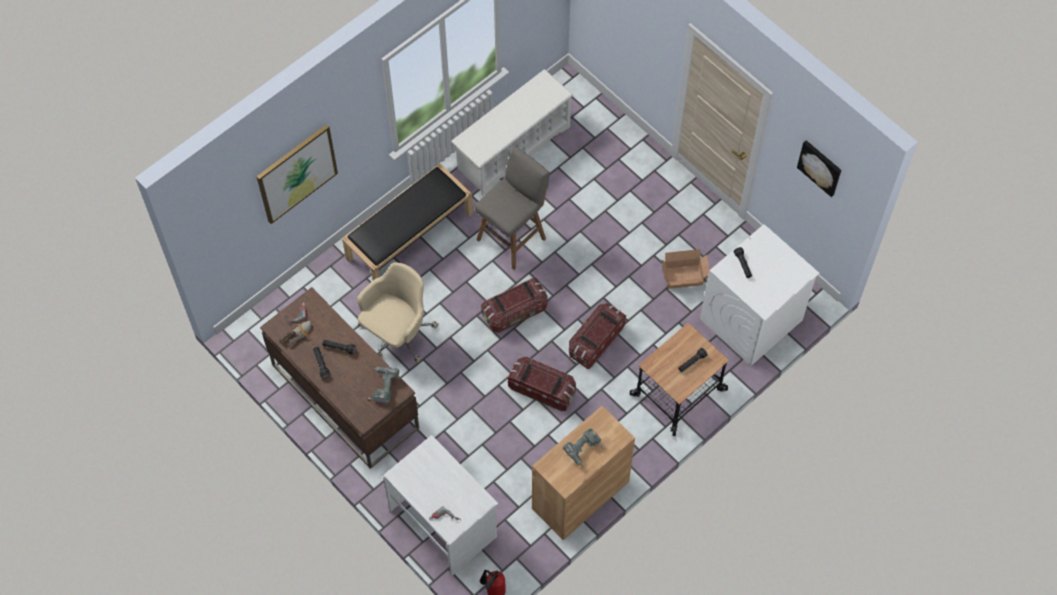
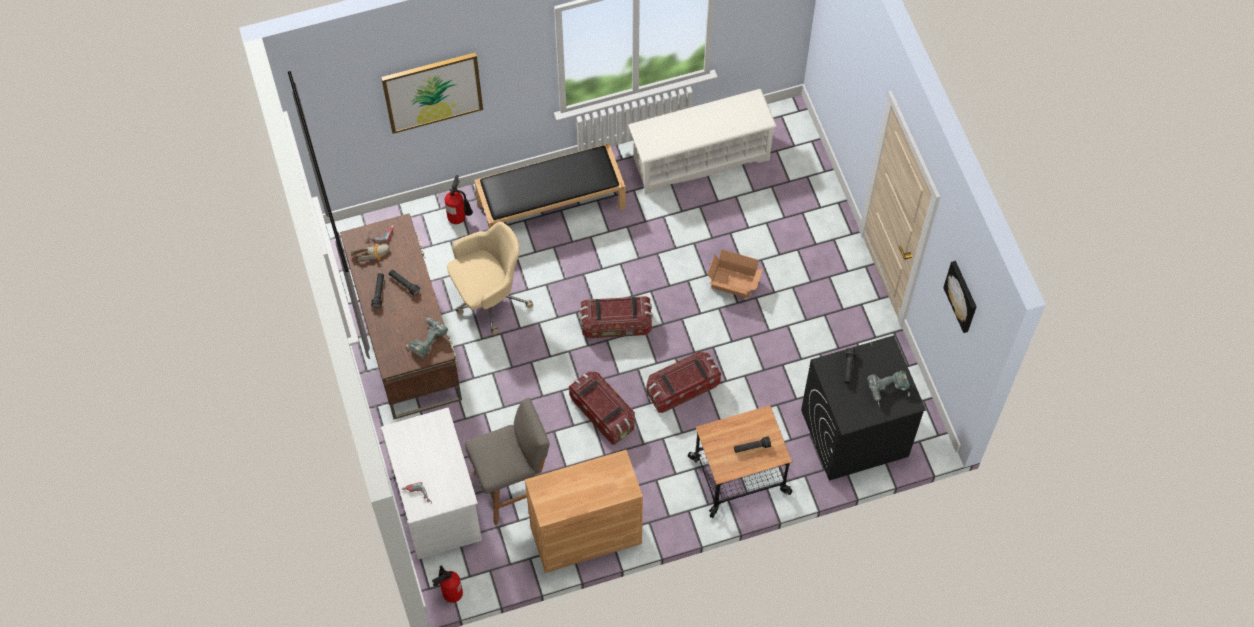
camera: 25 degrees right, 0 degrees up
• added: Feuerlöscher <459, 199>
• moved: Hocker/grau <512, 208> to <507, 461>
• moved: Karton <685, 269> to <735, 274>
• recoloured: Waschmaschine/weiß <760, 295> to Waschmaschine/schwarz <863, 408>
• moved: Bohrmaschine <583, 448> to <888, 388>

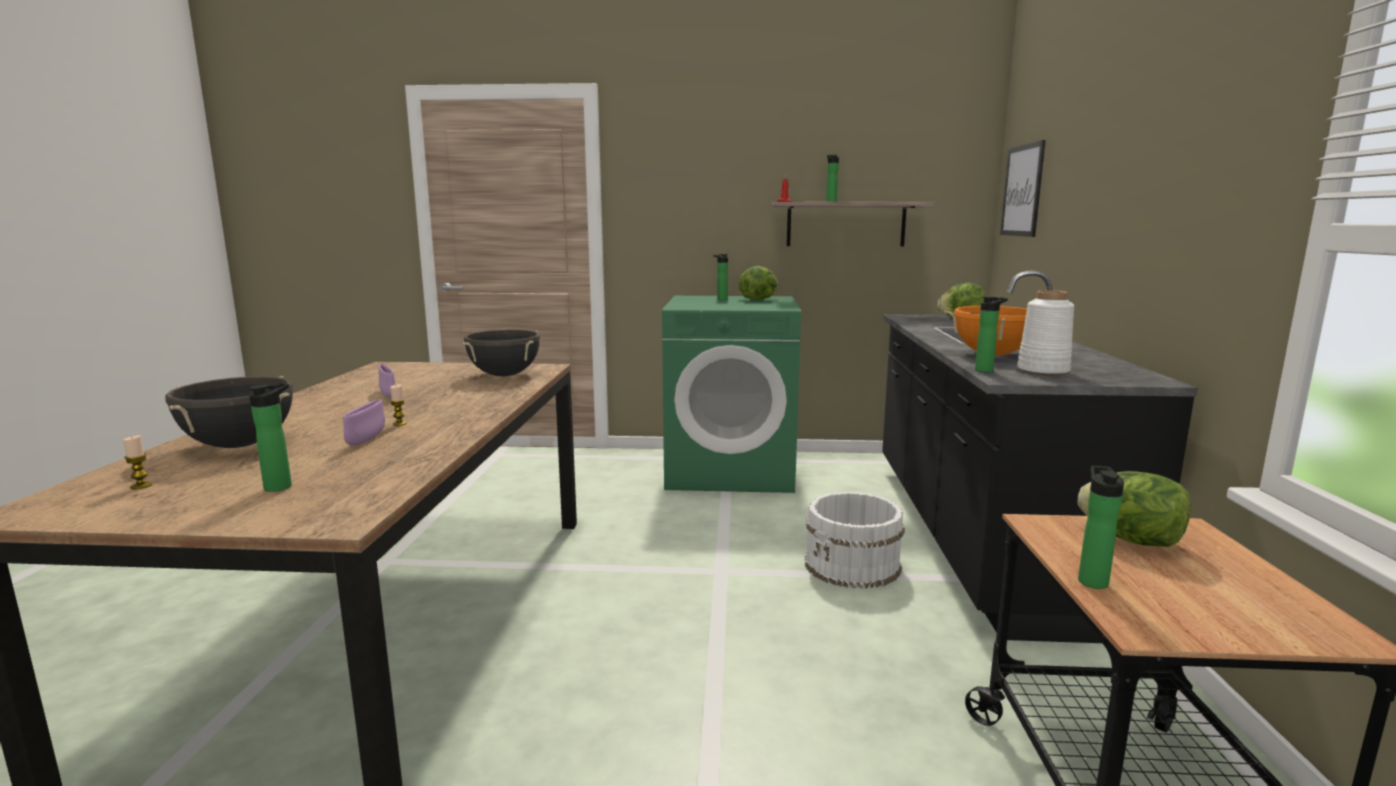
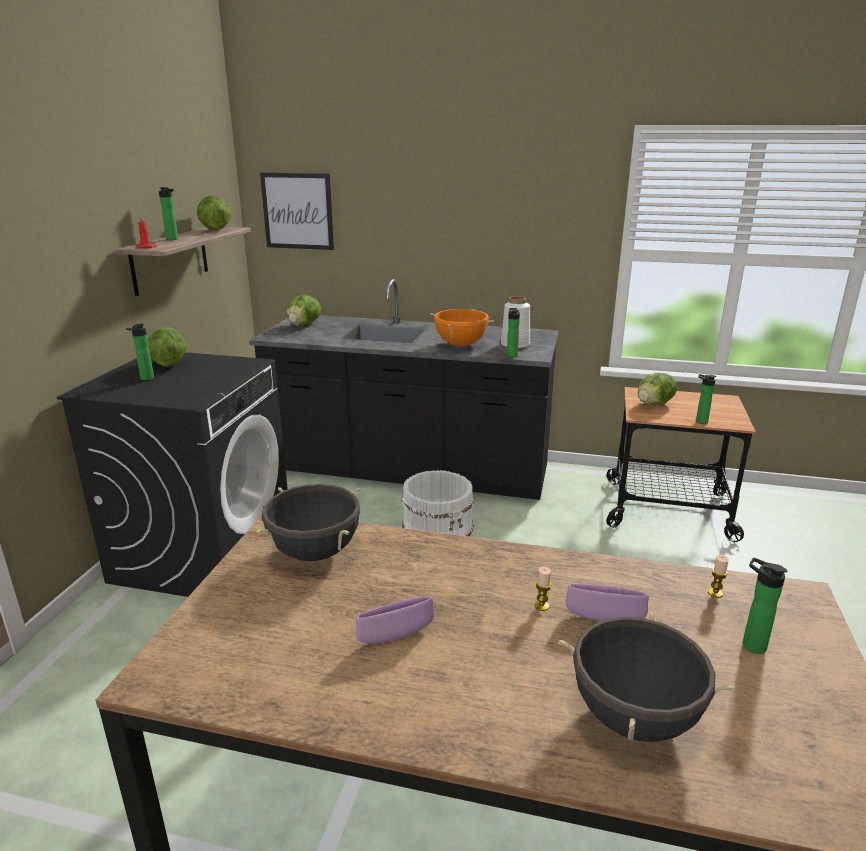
camera: 80 degrees left, 10 degrees up
• recoloured: Waschmaschine/grün <731, 394> to Waschmaschine/schwarz <172, 474>
• added: Salatkopf <214, 212>
• moved: Kerze <137, 462> to <718, 576>

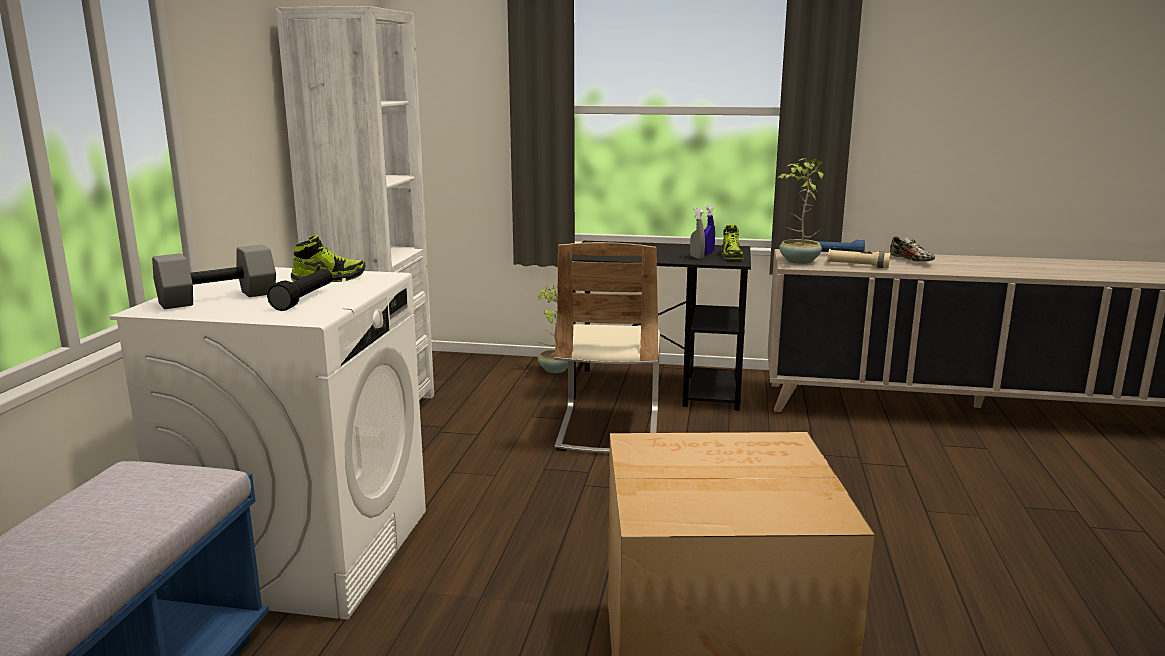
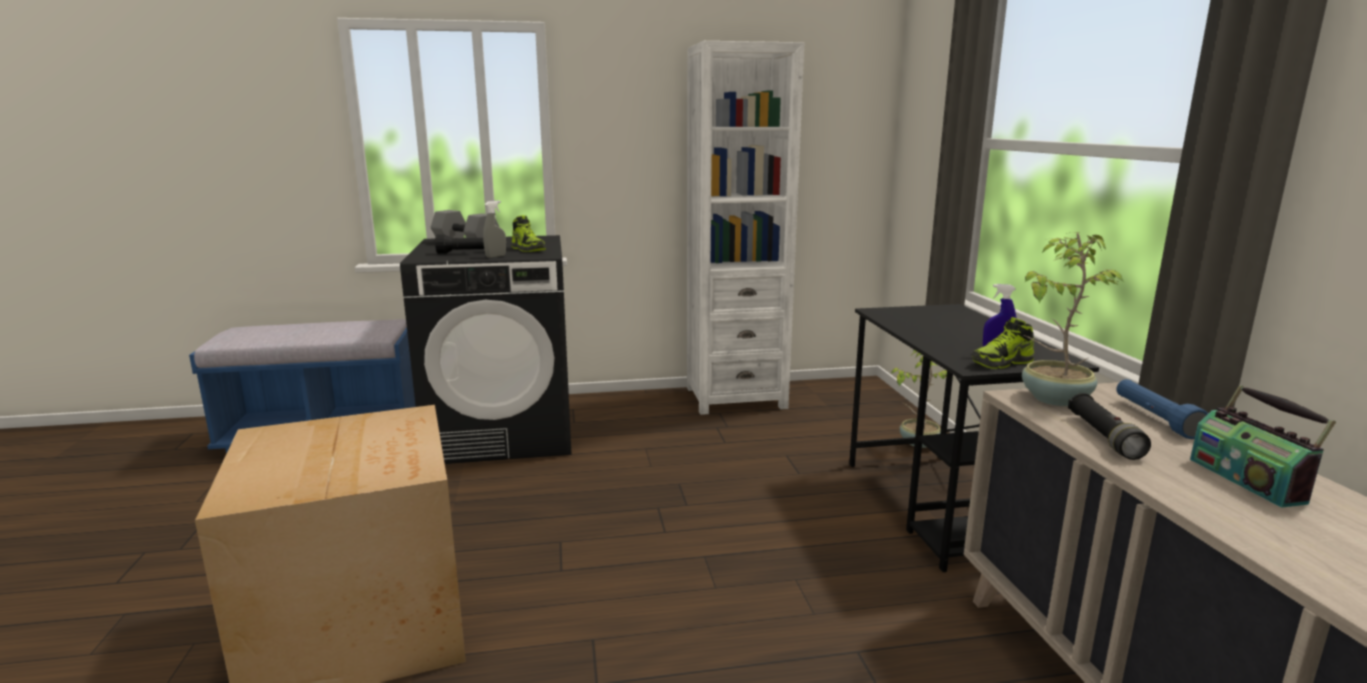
camera: 70 degrees right, 0 degrees up
• recoloured: Waschmaschine/weiß <267, 443> to Waschmaschine/schwarz <486, 349>
• moved: Sprühflasche/grau <697, 233> to <494, 229>
• recoloured: Taschenlampe/beige <859, 258> to Taschenlampe/schwarz <1109, 426>
• replaced: Schuh <912, 249> to Radio <1263, 446>
• removed: Stuhl/beige <607, 347>

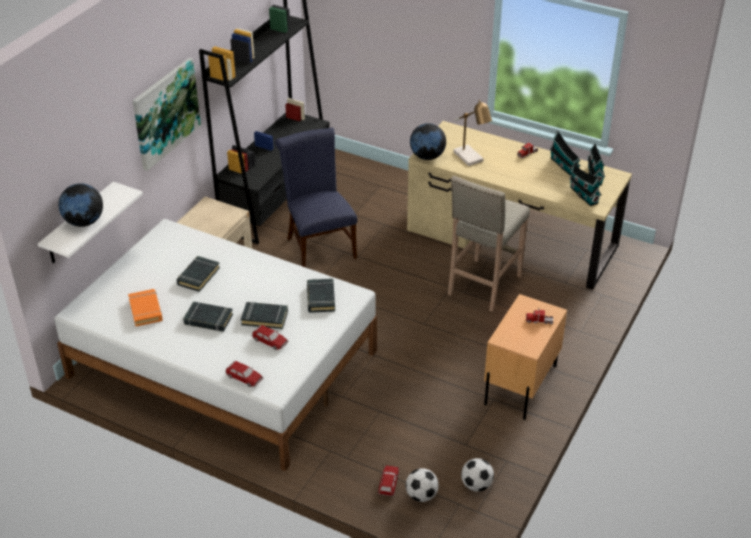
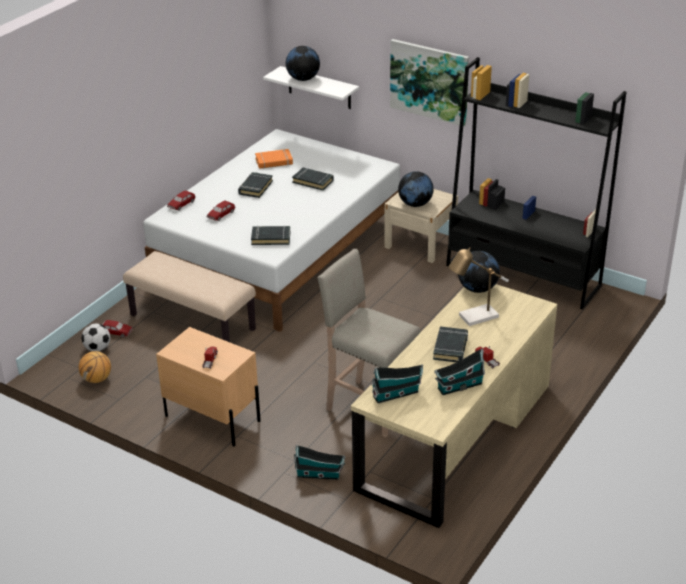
camera: 95 degrees right, 5 degrees down
• replaced: Fußball <477, 475> to Basketball <95, 367>
• added: Bank/beige <189, 296>
• moved: Spielzeughaus <596, 165> to <319, 462>
• added: Globus <416, 189>
• moved: Buch/schwarz <264, 315> to <450, 344>
• removed: Stuhl/blau <316, 197>

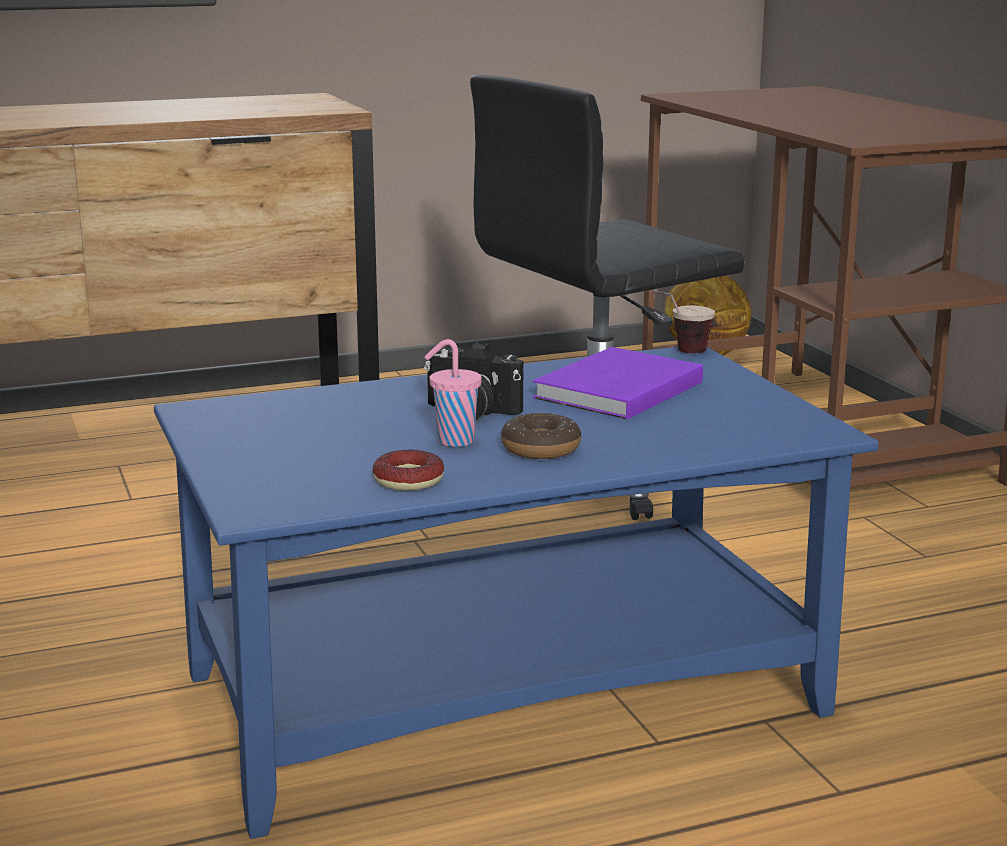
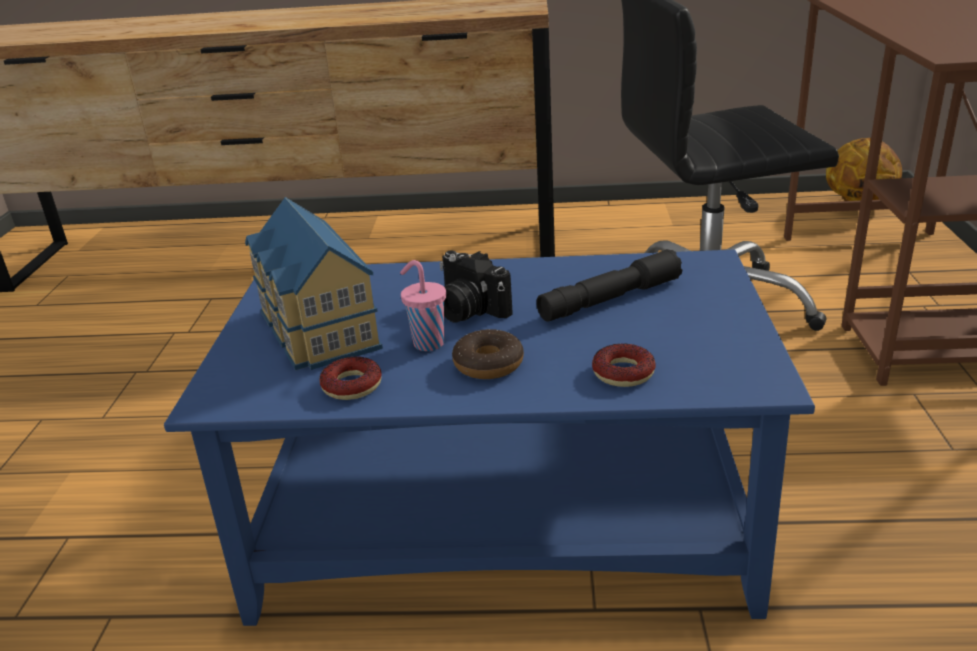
camera: 25 degrees right, 10 degrees up
• added: Spielzeughaus <314, 283>
• replaced: Buch/lila <618, 383> to Taschenlampe/schwarz <609, 285>
• added: Donut <623, 365>
• removed: Tasse <683, 321>

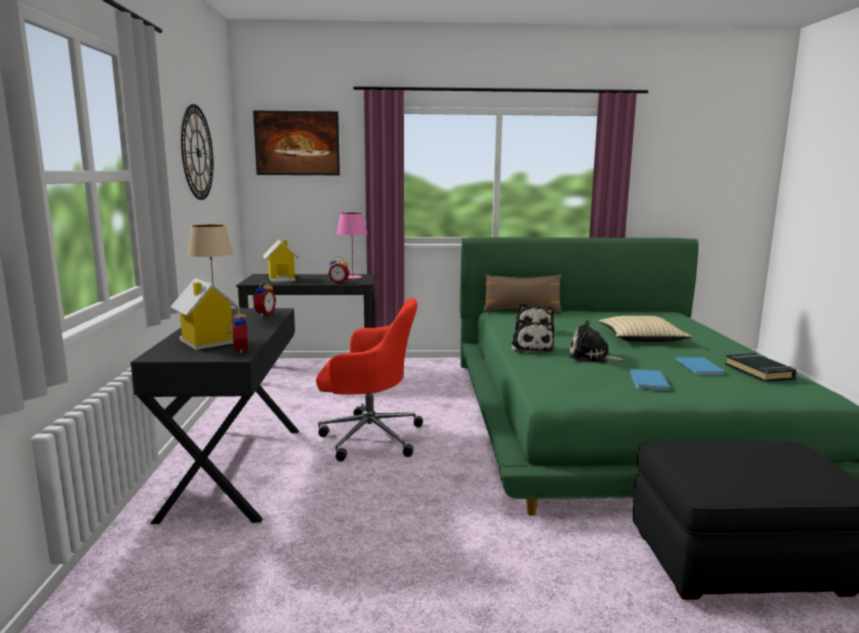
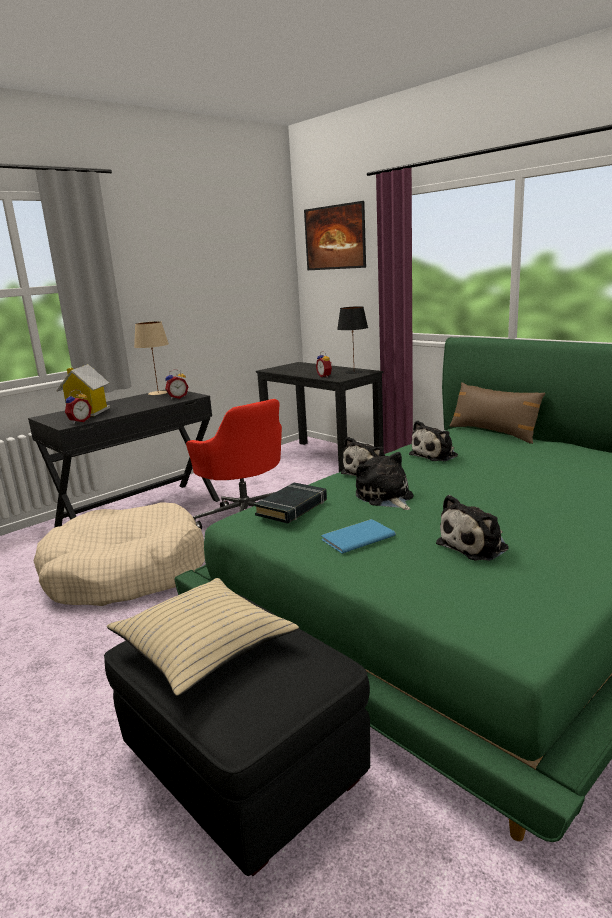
camera: 50 degrees right, 5 degrees up
• added: Hundebett/beige <119, 554>
• moved: Kissen/beige <645, 329> to <203, 637>
• moved: Buch/schwarz <761, 367> to <290, 503>
• recoloured: Tischlampe/rosa <351, 245> to Tischlampe/schwarz <352, 340>
• replaced: Buch/blau <700, 366> to Plüschtier <472, 528>
• removed: Wanduhr <197, 152>
• removed: Spielzeughaus <281, 260>

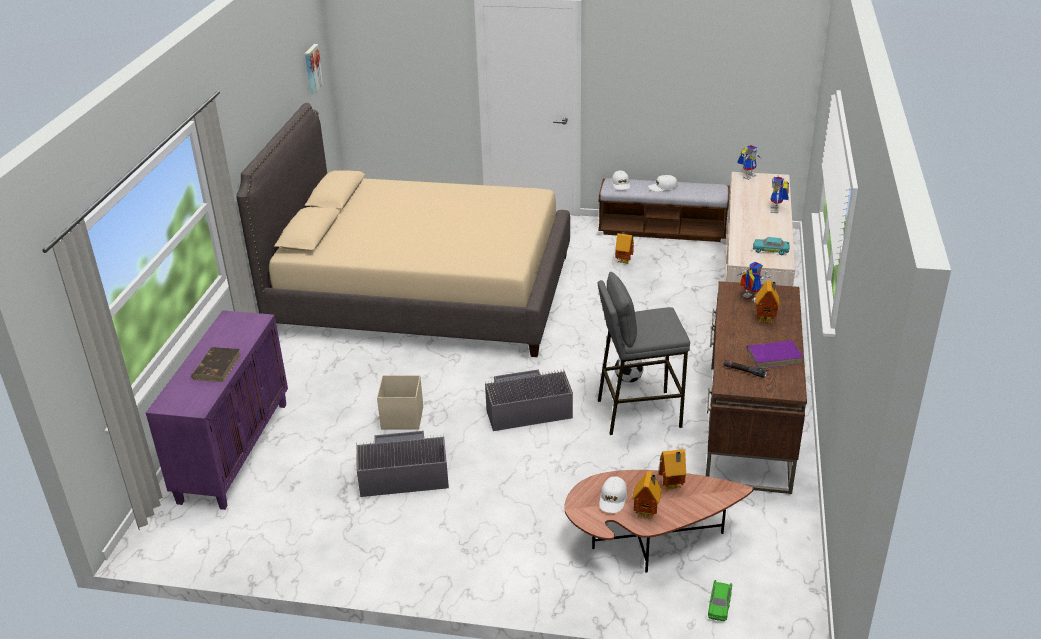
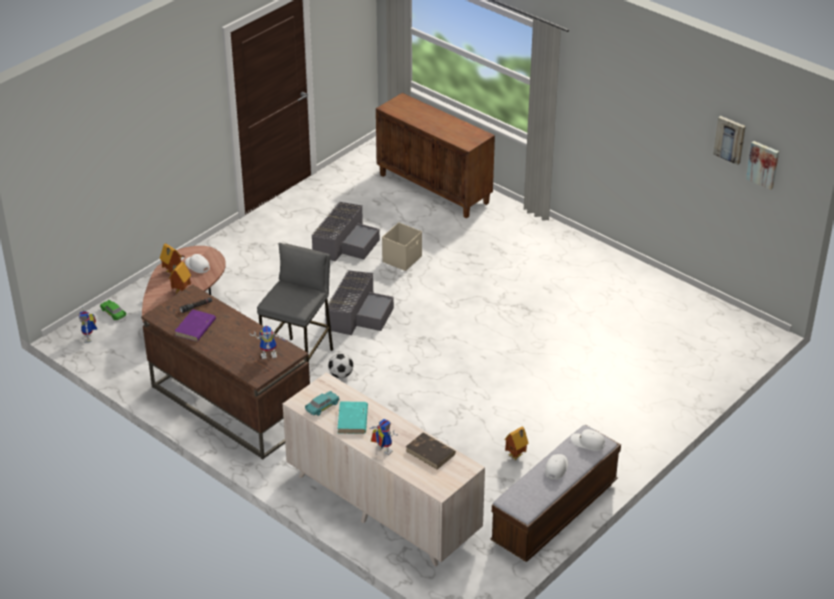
camera: 120 degrees right, 5 degrees up
• moved: Spielzeugroboter <749, 162> to <87, 325>
• added: Buch/türkis <352, 417>
• recoloured: Schrank/lila <217, 410> to Schrank/braun <435, 155>
• moved: Buch/braun <216, 364> to <431, 451>
• added: Bild <729, 140>
• removed: Bett/beige <403, 230>
• removed: Spielzeughaus <767, 301>

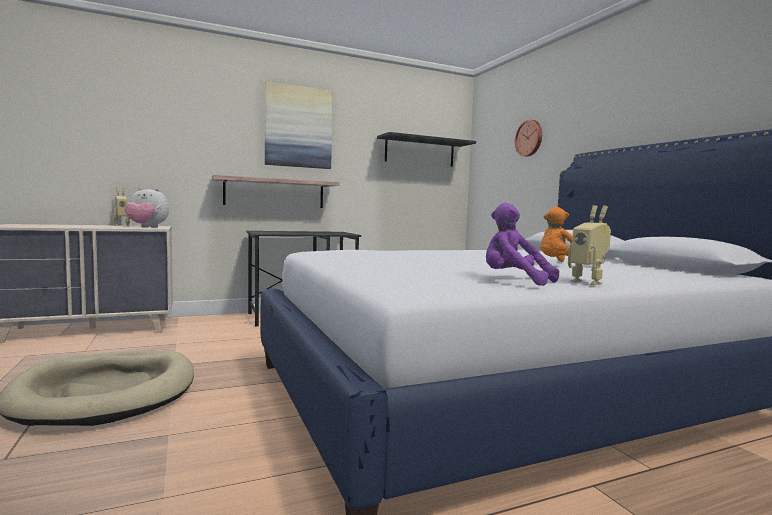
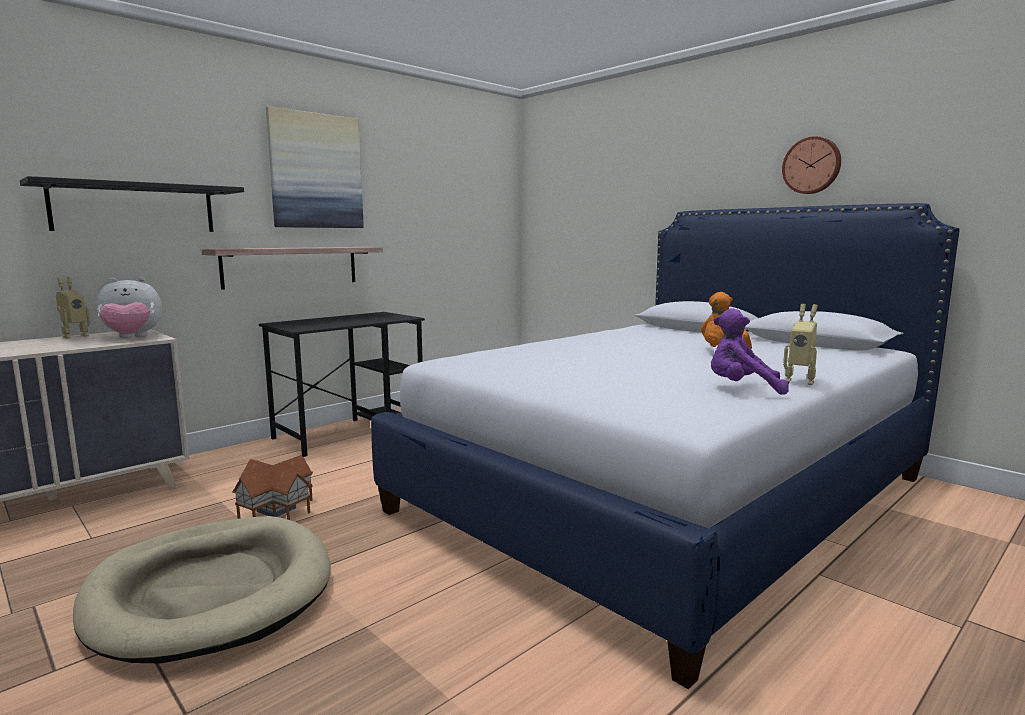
camera: 20 degrees left, 5 degrees up
• moved: Wandregal/schwarz <426, 149> to <132, 204>
• added: Spielzeughaus <272, 487>
• moved: Wanduhr <528, 138> to <811, 165>

